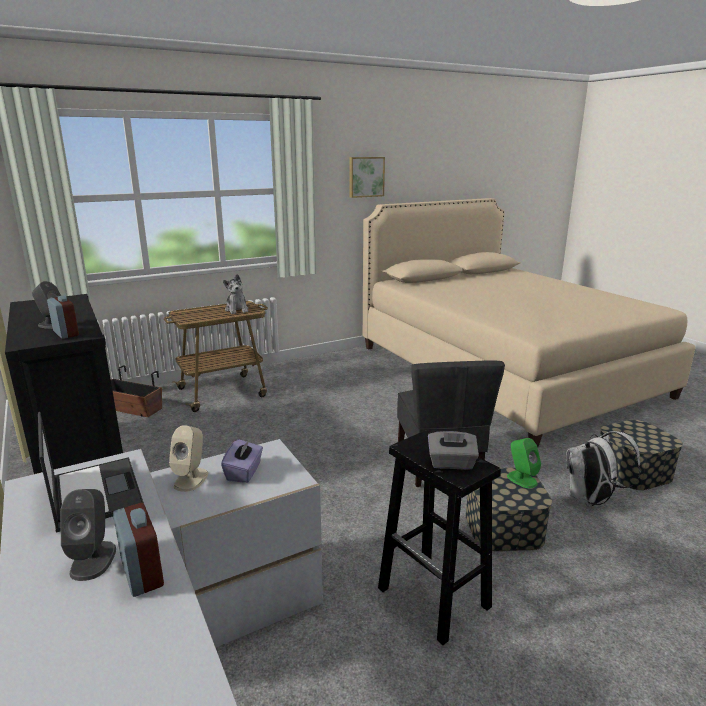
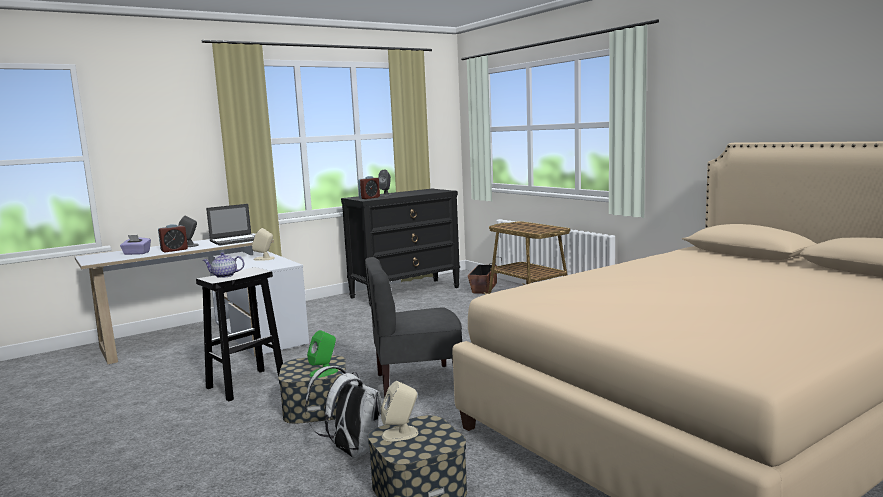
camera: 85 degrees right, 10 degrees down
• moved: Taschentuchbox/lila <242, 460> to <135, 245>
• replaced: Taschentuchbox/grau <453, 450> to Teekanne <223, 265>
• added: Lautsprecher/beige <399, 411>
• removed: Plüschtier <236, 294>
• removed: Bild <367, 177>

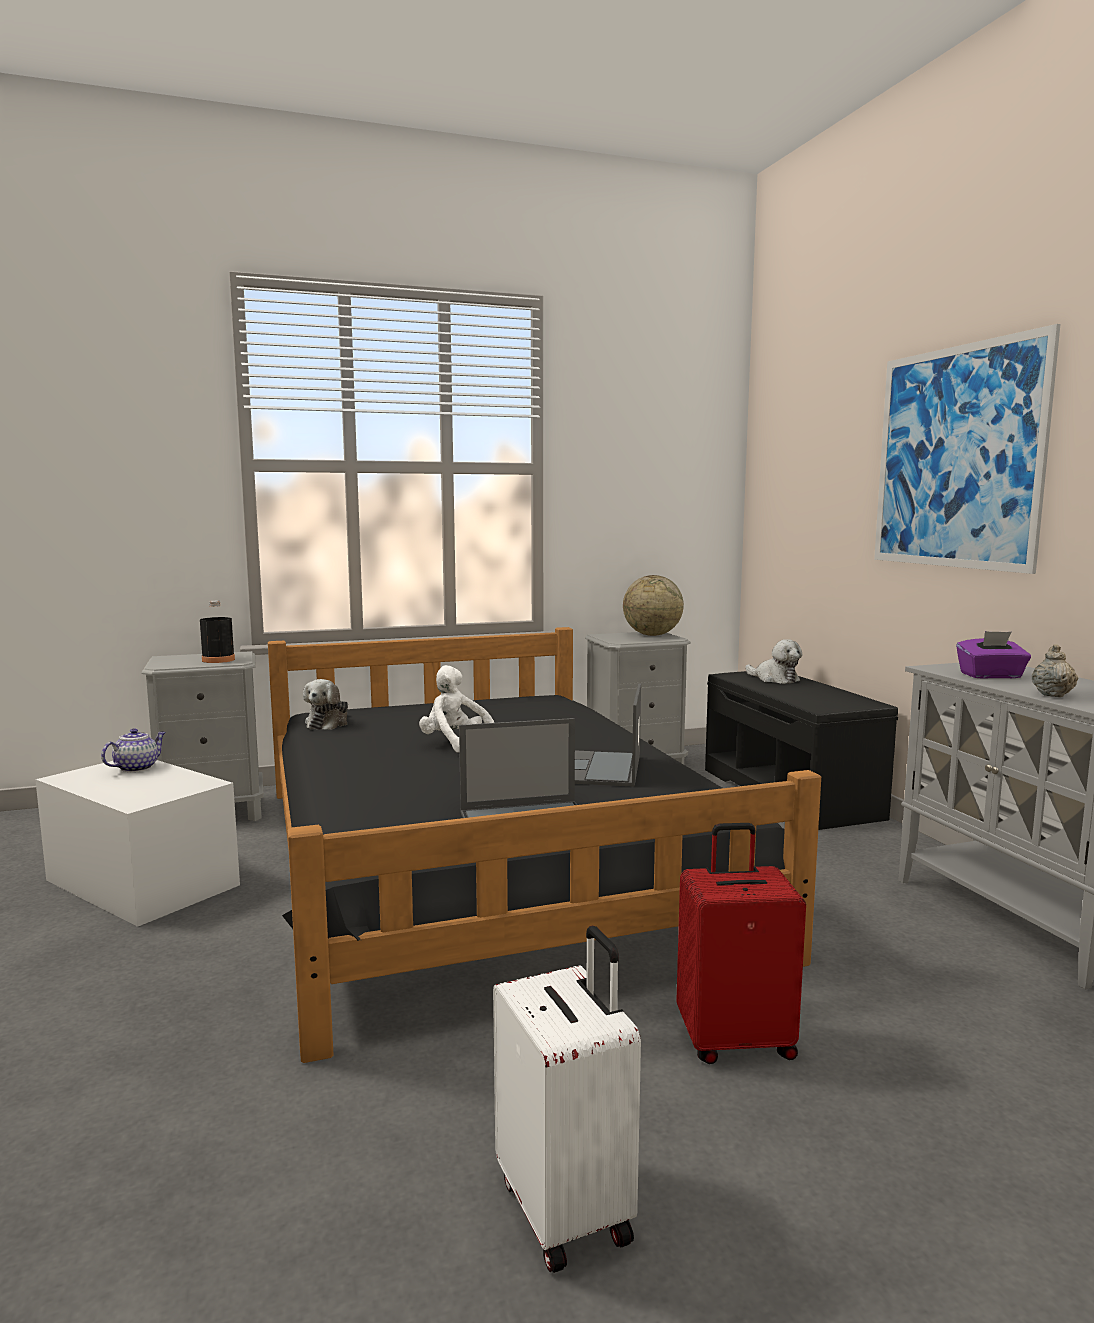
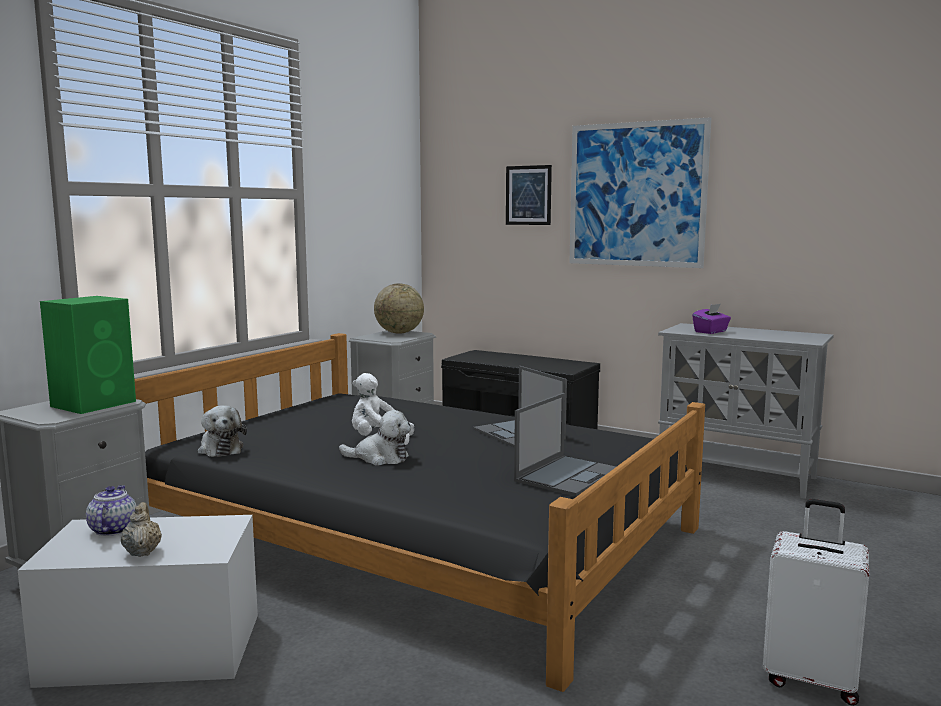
camera: 40 degrees left, 0 degrees up
• replaced: Flasche/schwarz <217, 632> to Lautsprecher/grün <88, 355>
• moved: Teekanne/beige <1055, 670> to <141, 529>
• moved: Plüschtier <773, 661> to <375, 438>
• added: Bild <529, 195>
• removed: Koffer/rot <741, 943>

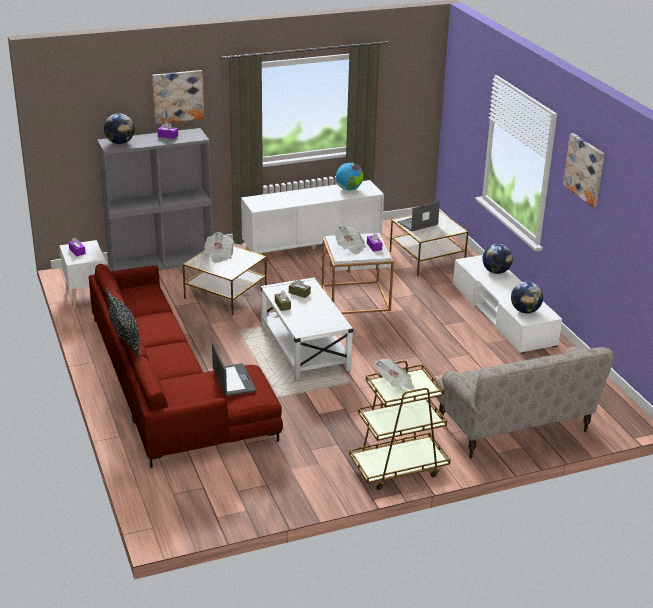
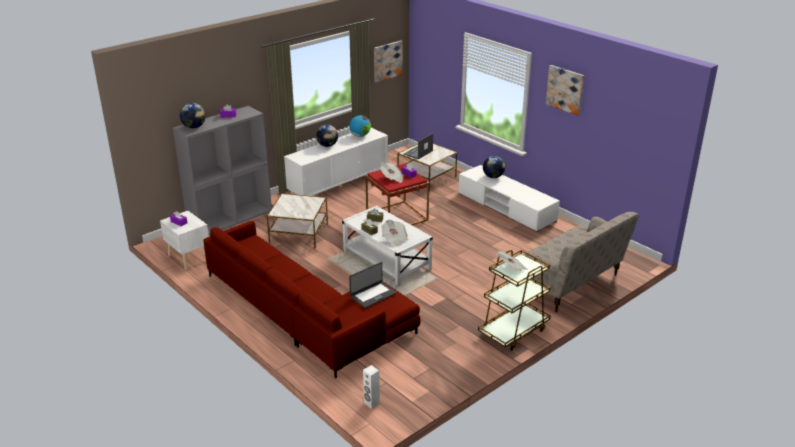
camera: 20 degrees left, 0 degrees up
• moved: Globus <527, 298> to <327, 136>
• turned: Laptop <234, 369> = <373, 285> 90 degrees clockwise
• added: Lautsprecher/weiß <371, 387>
• recoloured: Beistelltisch/weiß <358, 273> to Beistelltisch/rot <397, 194>
• moved: Bild <178, 97> to <388, 62>
• moved: Zeitung <219, 247> to <394, 233>
• removed: Kissen/schwarz <123, 323>

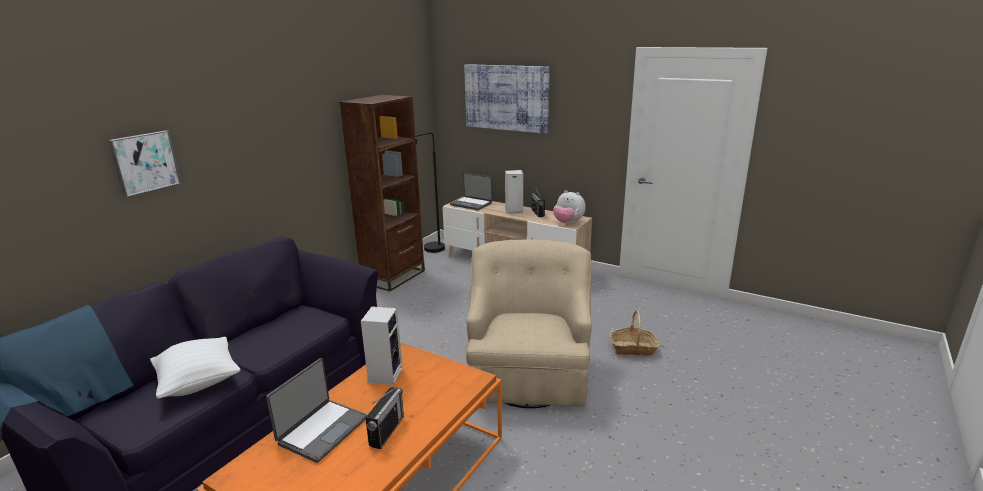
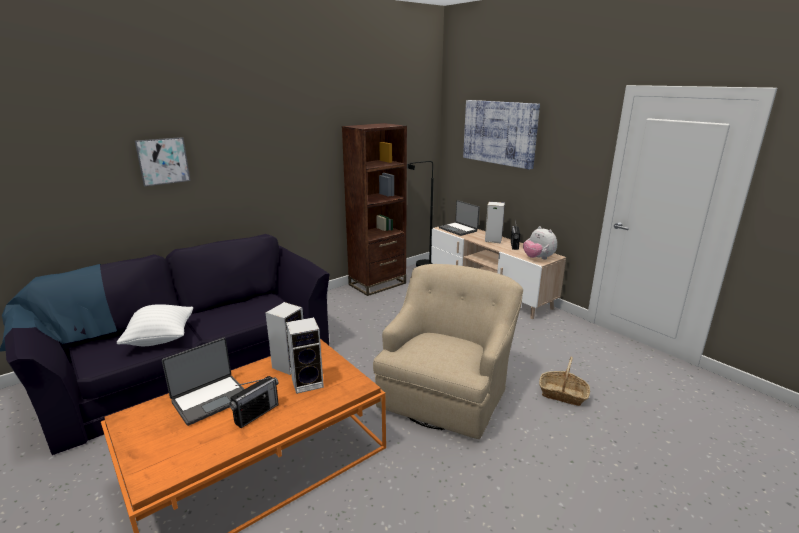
camera: 20 degrees right, 0 degrees up
• added: Lautsprecher <305, 355>

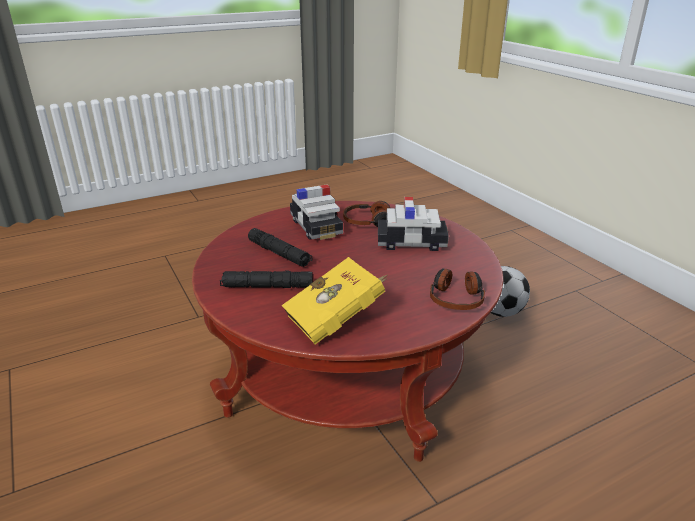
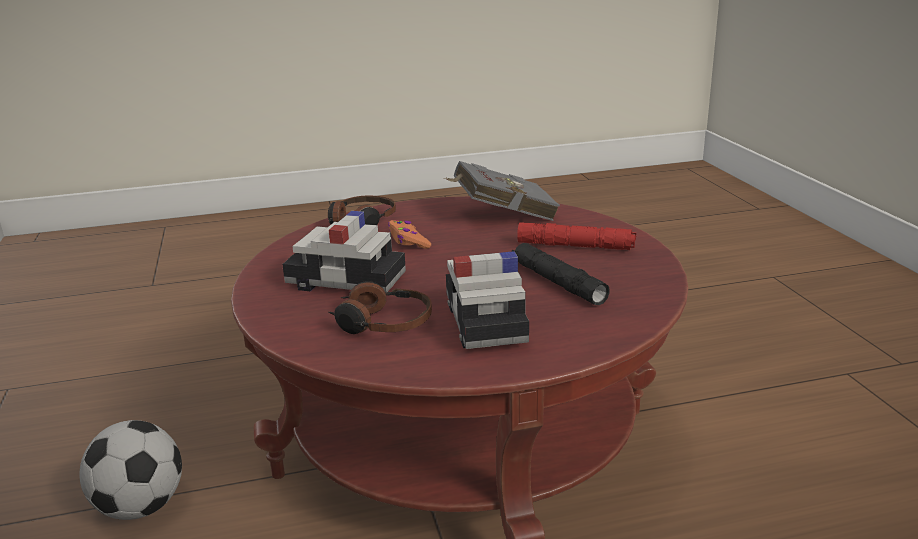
camera: 165 degrees left, 5 degrees down
• added: Gamepad/orange <409, 234>
• recoloured: Buch/gelb <334, 300> to Buch/grau <502, 191>
• recoloured: Taschenlampe/schwarz <266, 279> to Taschenlampe/rot <576, 236>

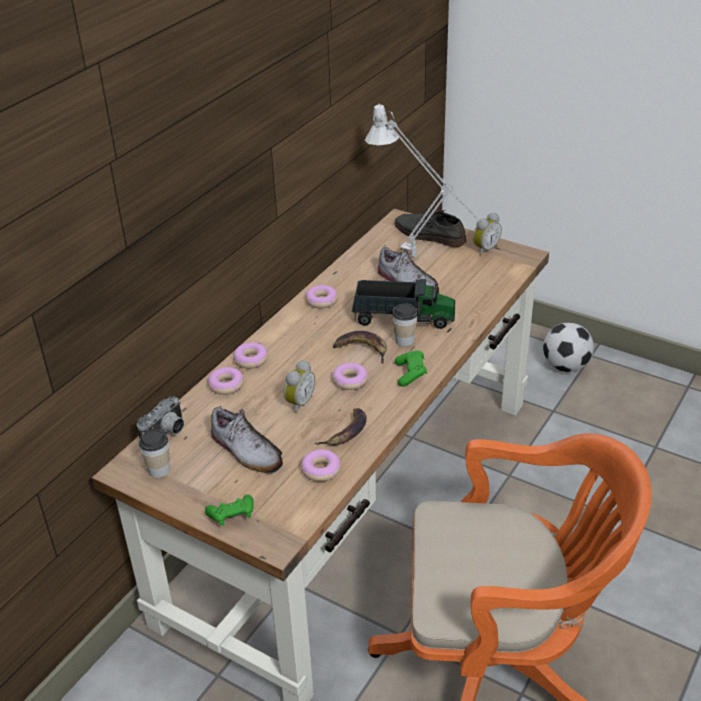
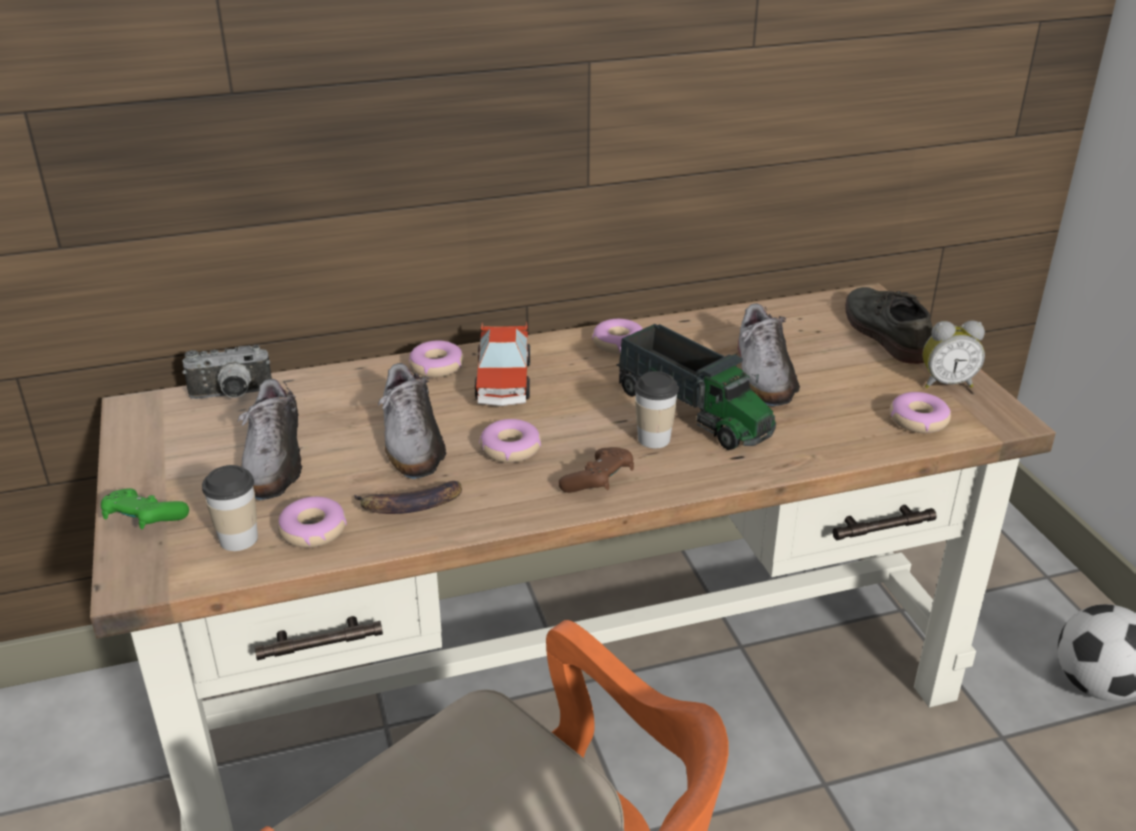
camera: 40 degrees right, 5 degrees down
• moved: Tasse <154, 453> to <230, 508>
• replaced: Wecker <299, 387> to Schuh <407, 421>
• added: Spielzeugauto <502, 364>
• recoloured: Gamepad/grün <411, 368> to Gamepad/braun <596, 470>
• moved: Donut <226, 381> to <920, 412>
• removed: Banane <360, 347>
• removed: Tischlampe/grau <421, 180>

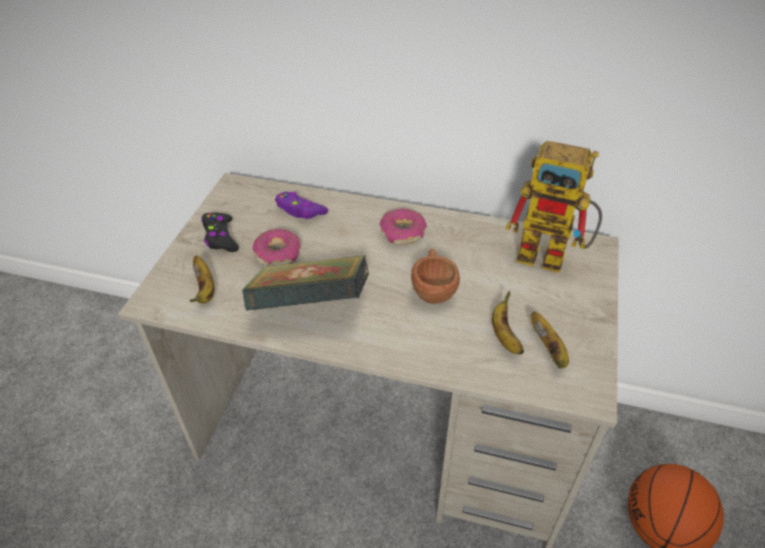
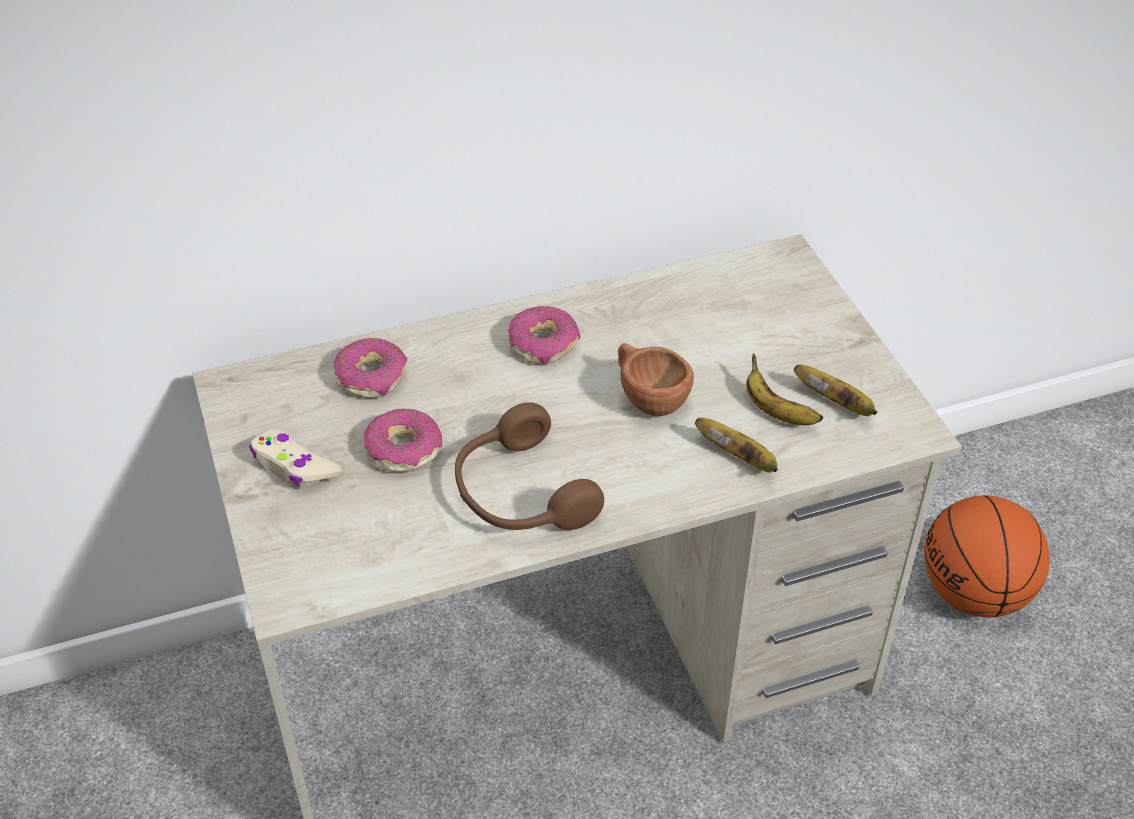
camera: 35 degrees left, 0 degrees up
• recoloured: Gamepad/schwarz <220, 232> to Gamepad/beige <295, 458>
• replaced: Gamepad/lila <301, 205> to Donut <370, 368>
• replaced: Buch <305, 283> to Kopfhörer/braun <529, 466>
• moved: Banane <202, 279> to <736, 445>
• removed: Spielzeugroboter <554, 207>

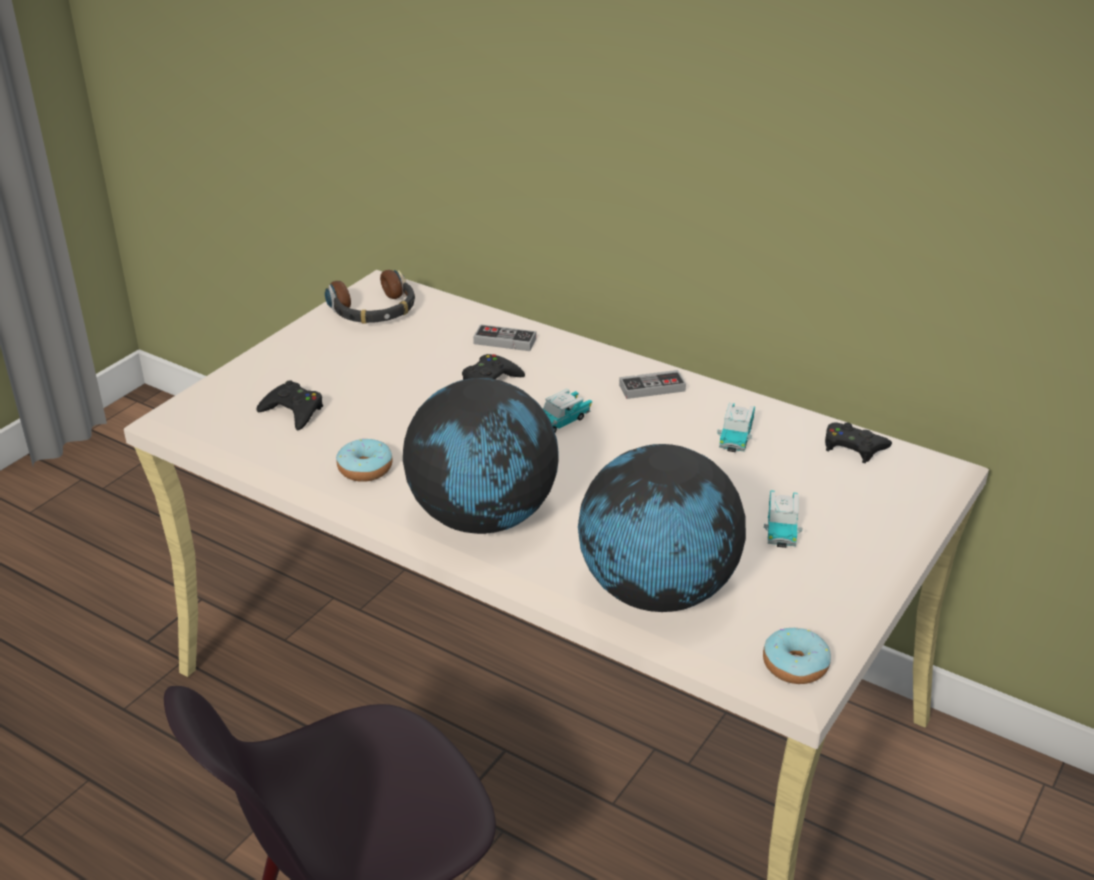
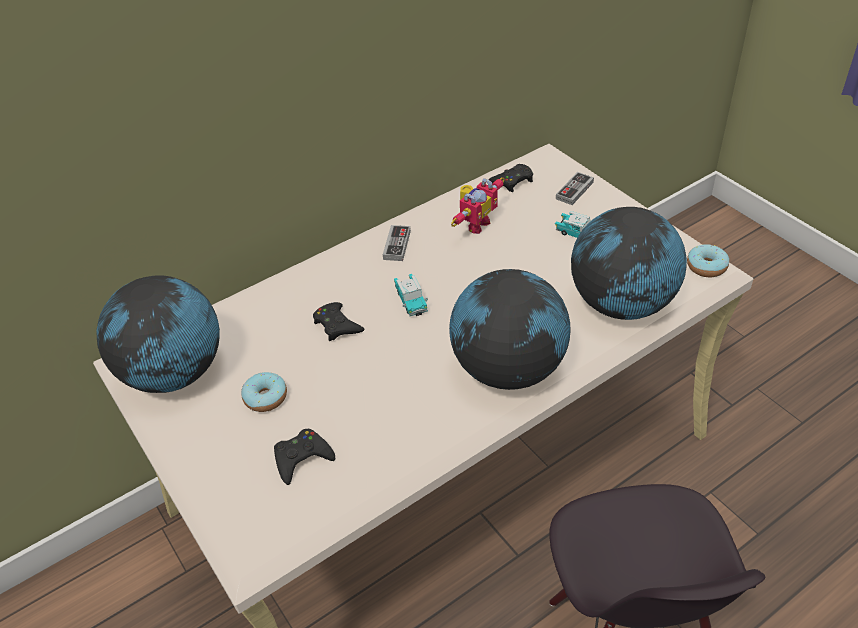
camera: 65 degrees left, 10 degrees up
• replaced: Kopfhörer <370, 297> to Globus <158, 334>
• moved: Donut <364, 460> to <264, 392>
• replaced: Spielzeugauto <736, 427> to Spielzeugroboter <478, 205>
• moved: Gamepad <504, 337> to <575, 188>

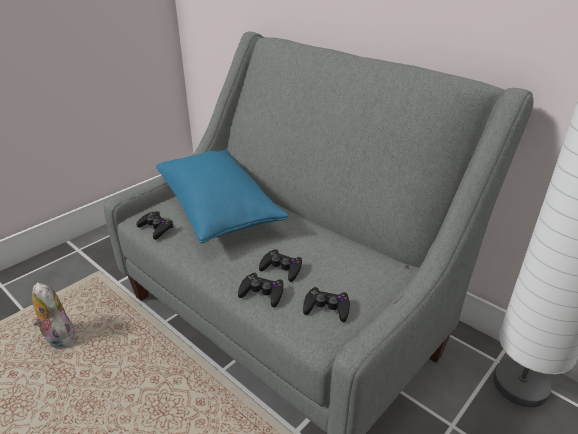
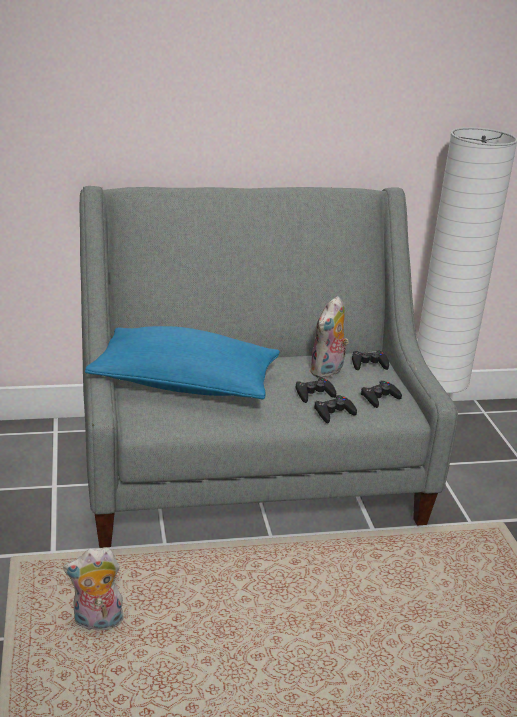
camera: 55 degrees left, 5 degrees down
• added: Plüschtier <329, 337>
• moved: Gamepad/schwarz <155, 225> to <370, 360>

